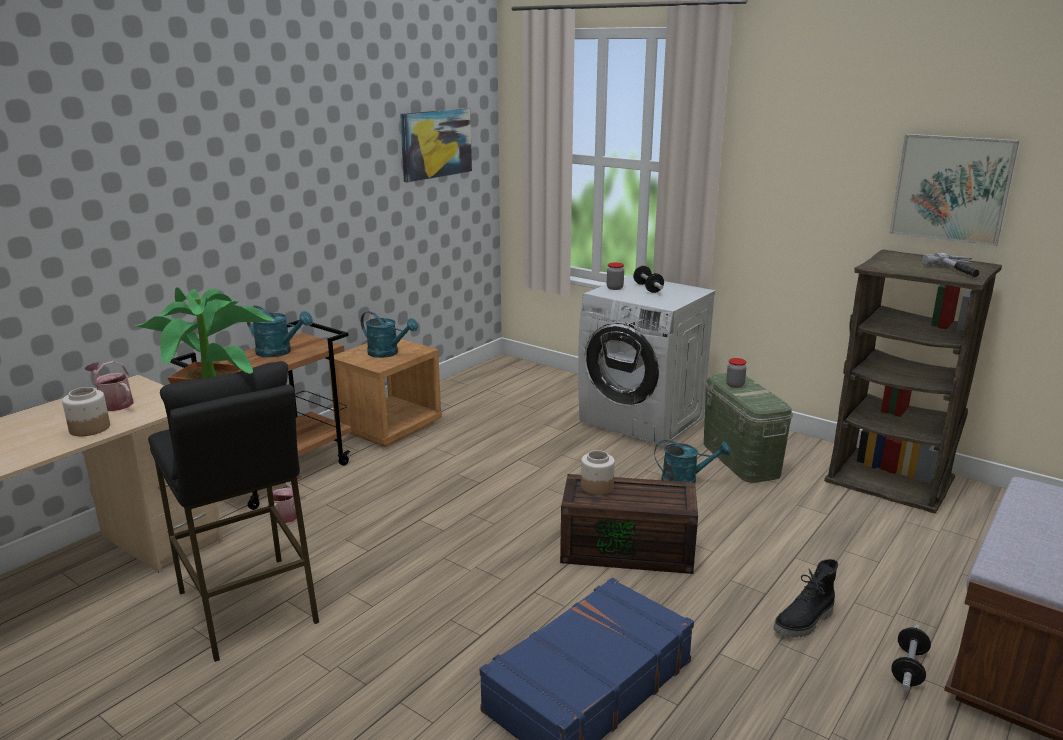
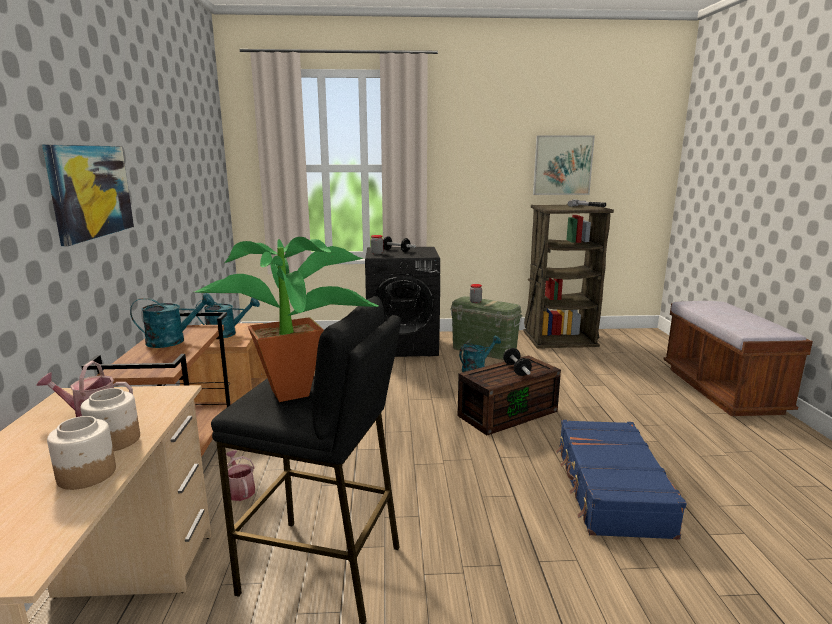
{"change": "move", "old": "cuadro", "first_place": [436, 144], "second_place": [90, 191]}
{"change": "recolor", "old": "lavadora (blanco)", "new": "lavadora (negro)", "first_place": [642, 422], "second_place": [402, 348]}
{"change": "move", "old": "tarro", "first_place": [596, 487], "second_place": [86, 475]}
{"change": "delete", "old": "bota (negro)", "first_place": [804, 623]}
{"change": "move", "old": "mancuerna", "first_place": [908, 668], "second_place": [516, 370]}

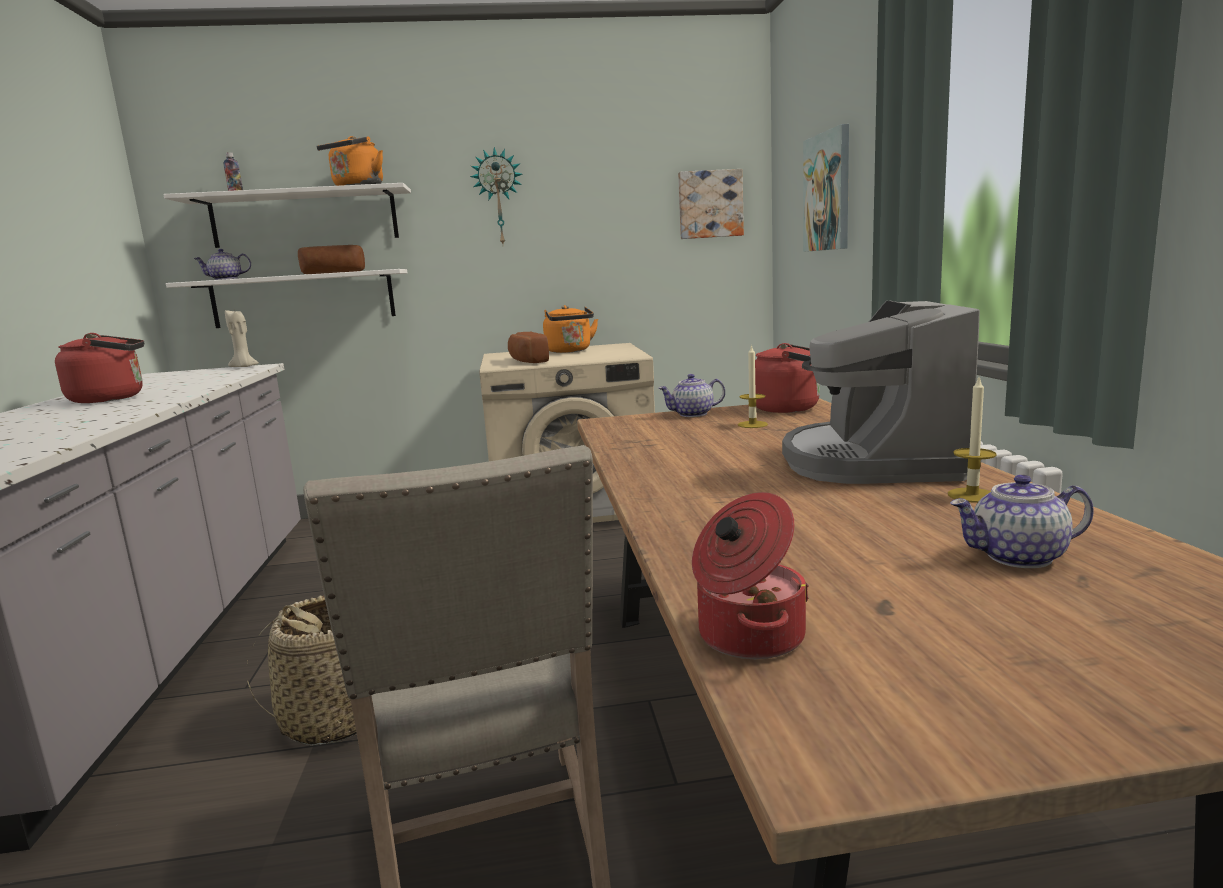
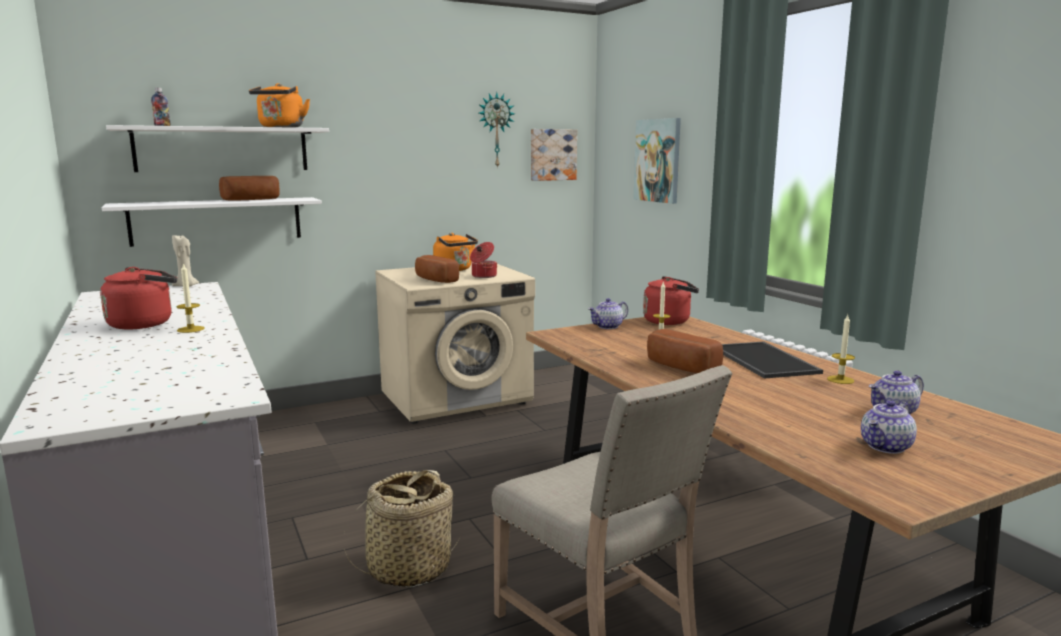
{"change": "move", "old": "tetera", "first_place": [225, 279], "second_place": [886, 447]}
{"change": "move", "old": "reloj de pared", "first_place": [498, 197], "second_place": [495, 130]}
{"change": "move", "old": "olla", "first_place": [747, 636], "second_place": [483, 276]}
{"change": "replace", "old": "cafetera", "new": "bandeja", "first_place": [872, 461], "second_place": [766, 360]}
{"change": "insert", "new": "vela", "second_place": [191, 329]}
{"change": "insert", "new": "pan", "second_place": [679, 367]}

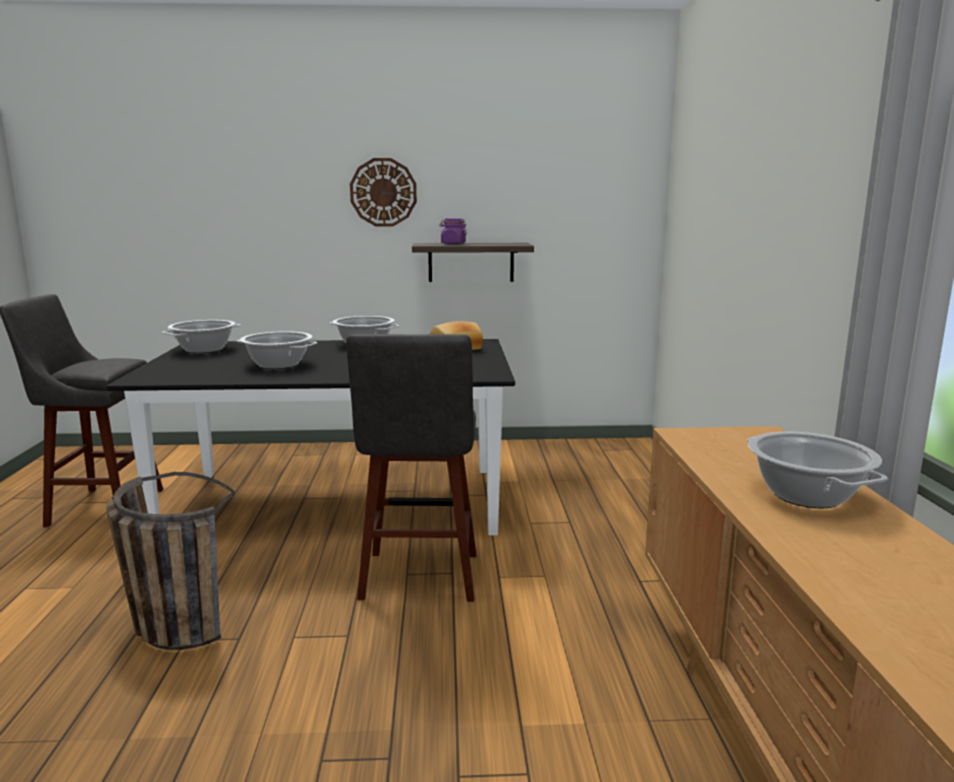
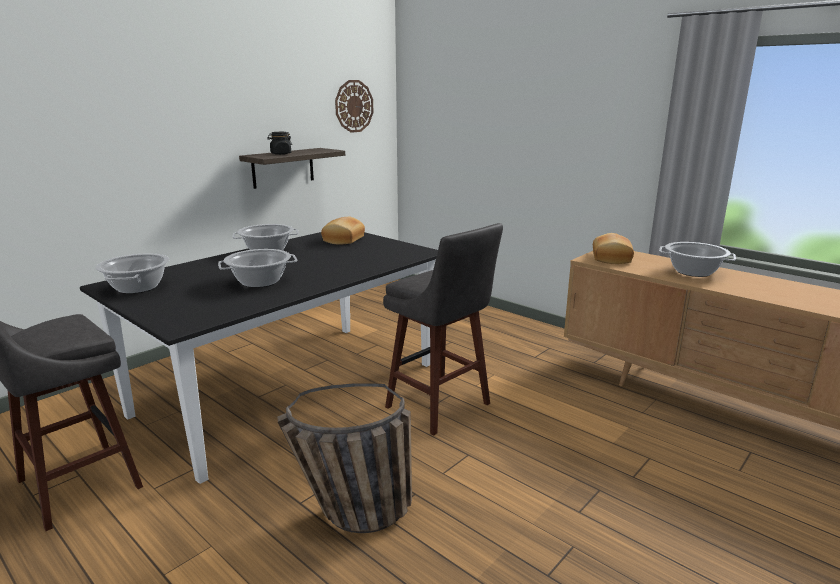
{"change": "move", "old": "reloj de pared", "first_place": [383, 192], "second_place": [354, 106]}
{"change": "recolor", "old": "tarro (morado)", "new": "tarro (negro)", "first_place": [453, 244], "second_place": [280, 154]}
{"change": "insert", "new": "pan", "second_place": [610, 258]}

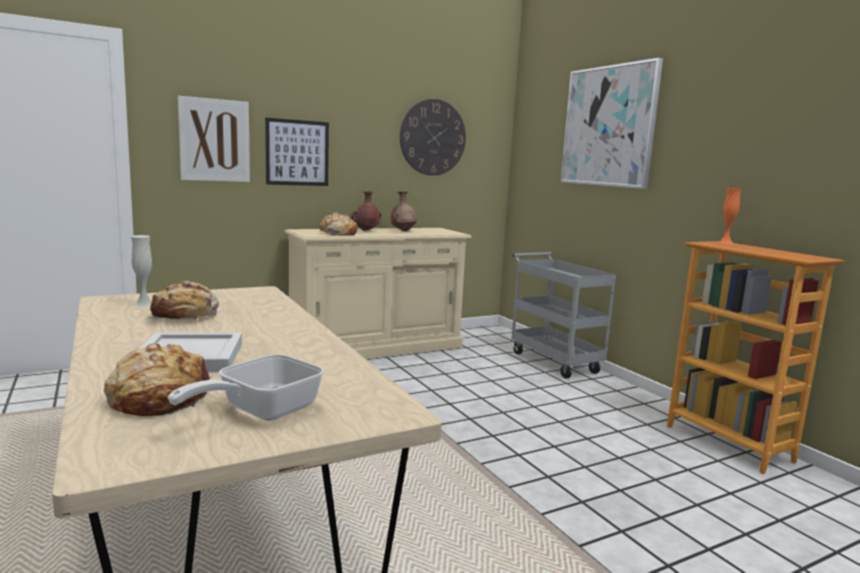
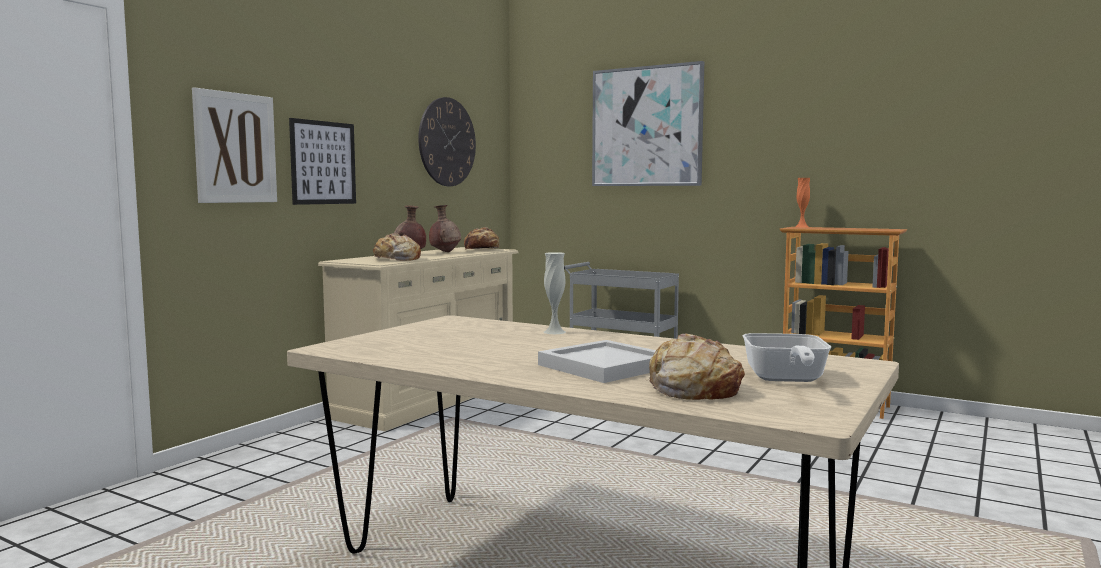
{"change": "move", "old": "florero (blanco)", "first_place": [144, 304], "second_place": [554, 332]}
{"change": "move", "old": "pan", "first_place": [185, 316], "second_place": [482, 249]}

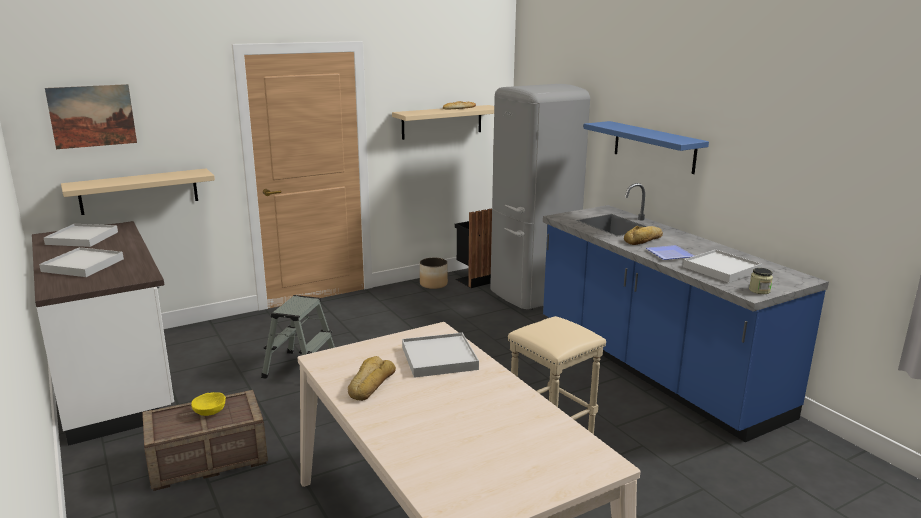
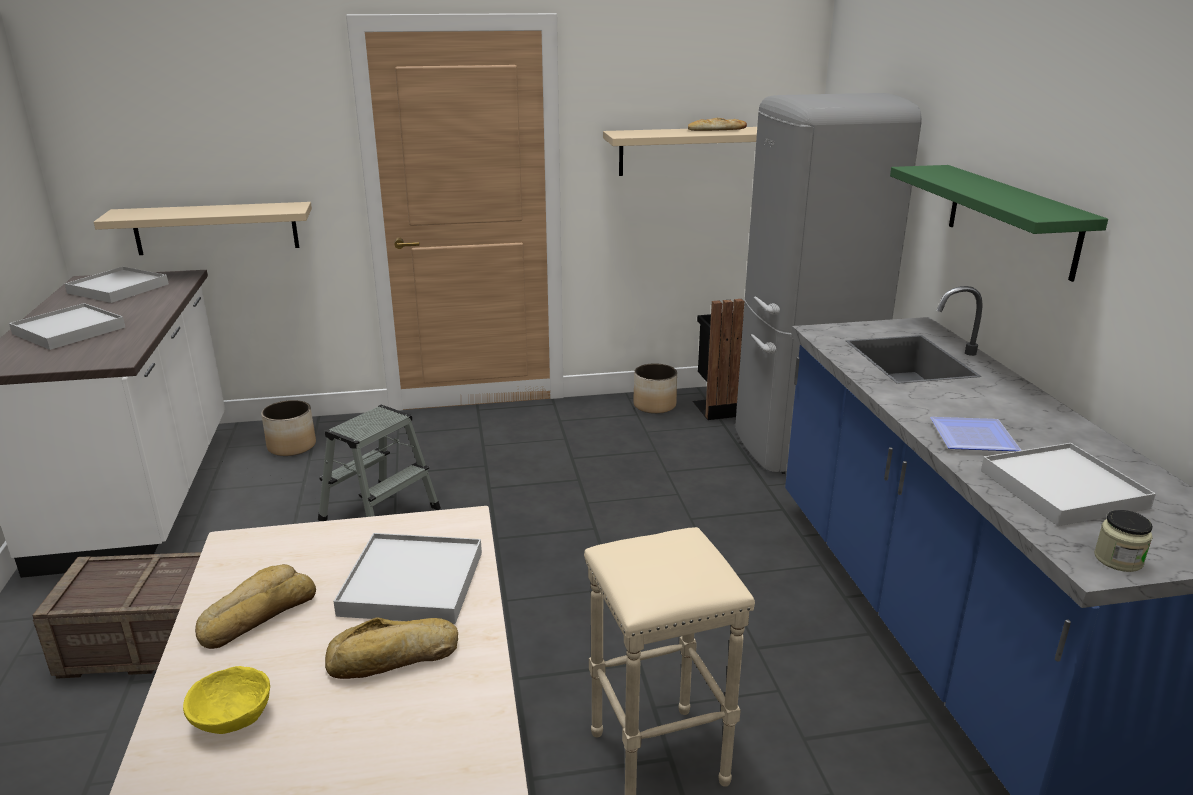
{"change": "delete", "old": "cuadro", "first_place": [92, 116]}
{"change": "move", "old": "cuenco (amarillo)", "first_place": [210, 412], "second_place": [232, 718]}
{"change": "recolor", "old": "estante (azul)", "new": "estante (verde)", "first_place": [654, 147], "second_place": [1011, 219]}
{"change": "move", "old": "pan", "first_place": [644, 240], "second_place": [394, 659]}
{"change": "insert", "new": "maceta", "second_place": [292, 446]}

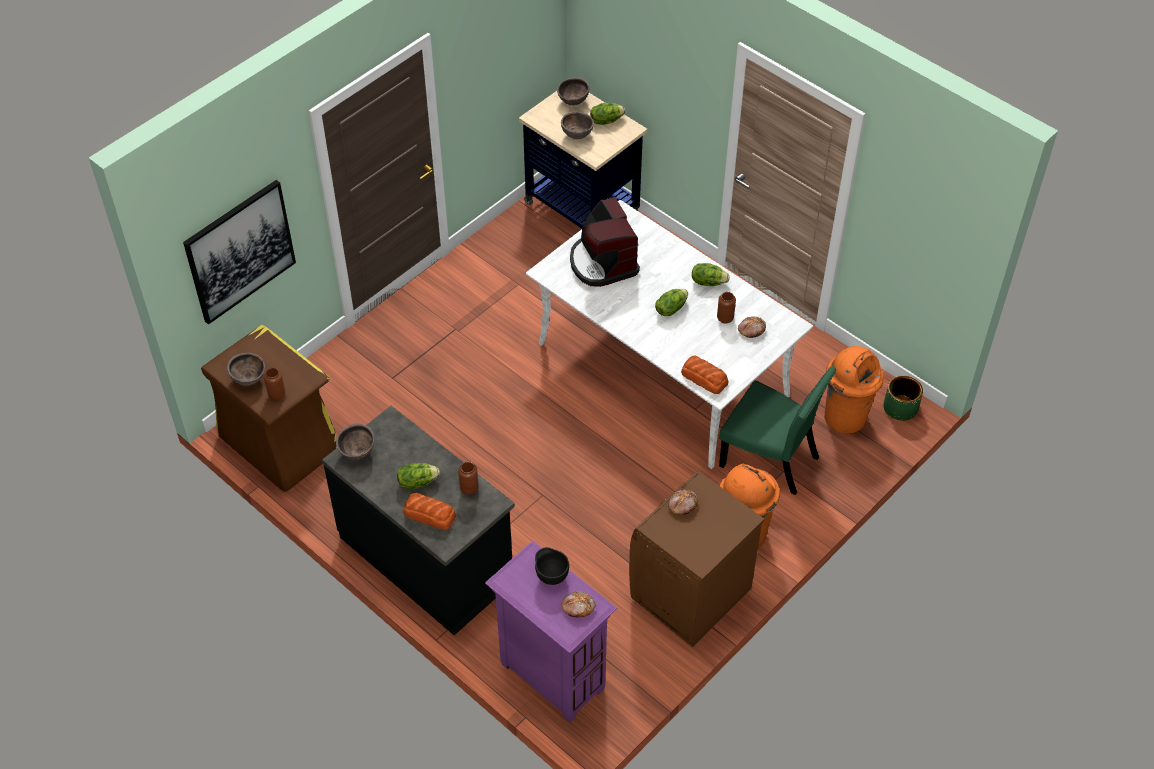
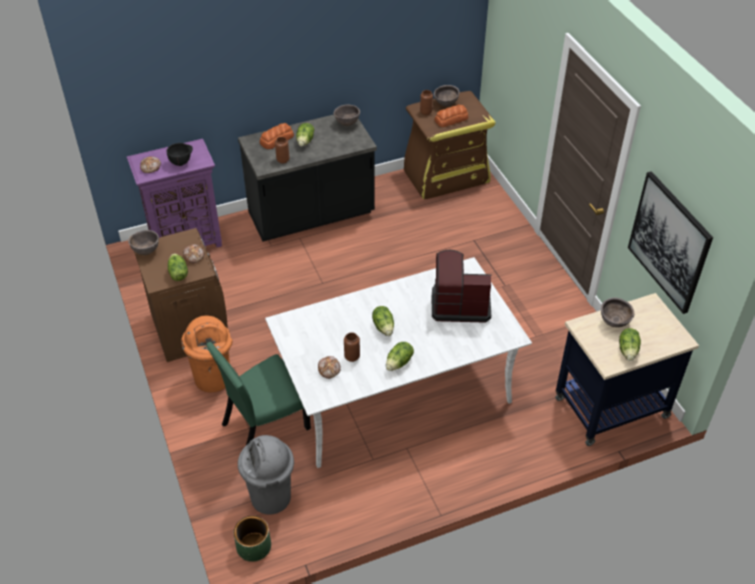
{"change": "move", "old": "cuadro", "first_place": [240, 251], "second_place": [669, 242]}
{"change": "move", "old": "cuenco (marrón)", "first_place": [573, 102], "second_place": [146, 251]}
{"change": "move", "old": "pan", "first_place": [704, 378], "second_place": [451, 119]}
{"change": "recolor", "old": "papelera (naranja)", "new": "papelera (gris)", "first_place": [846, 417], "second_place": [271, 498]}
{"change": "insert", "new": "lechuga", "second_place": [178, 274]}

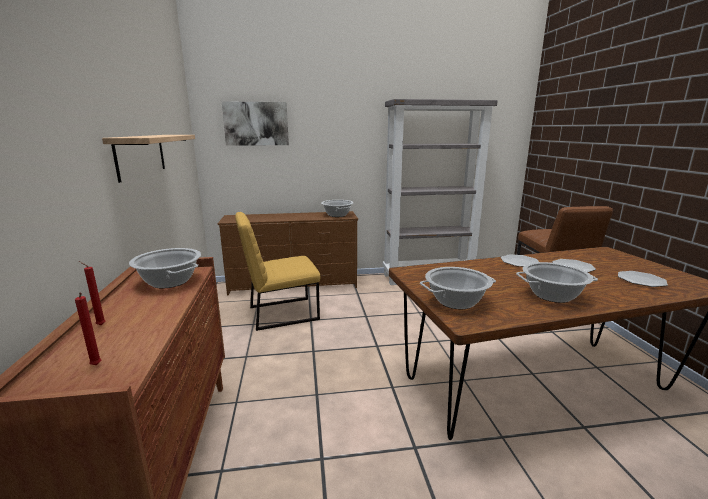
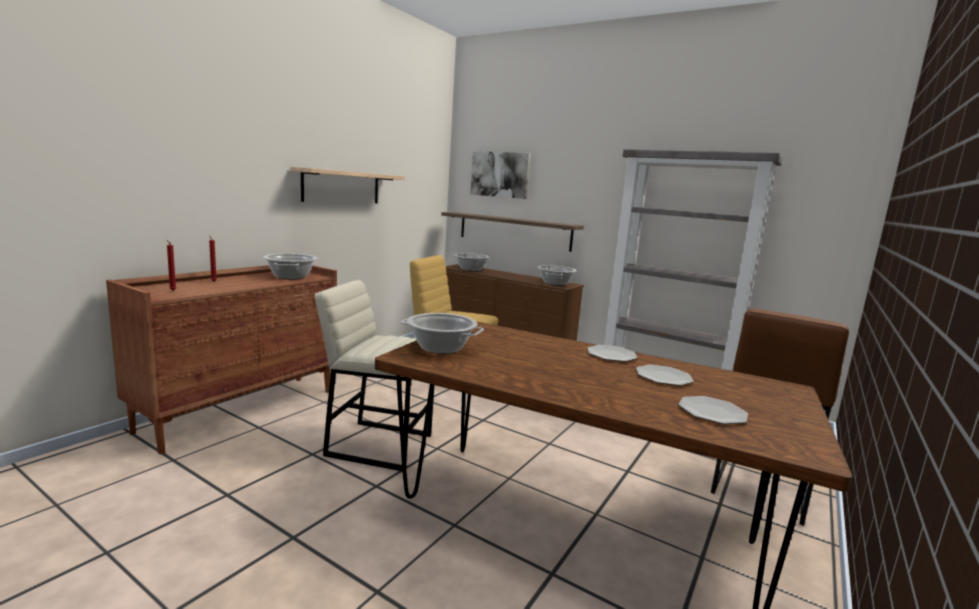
{"change": "move", "old": "olla", "first_place": [552, 295], "second_place": [470, 269]}
{"change": "insert", "new": "silla (beis)", "second_place": [377, 444]}
{"change": "insert", "new": "estante", "second_place": [514, 231]}

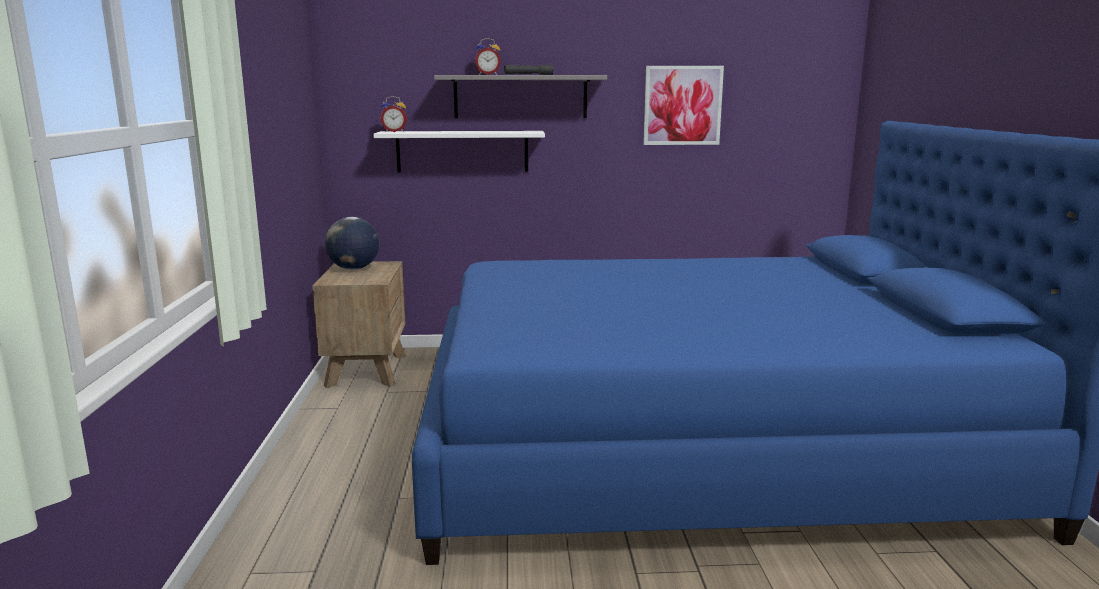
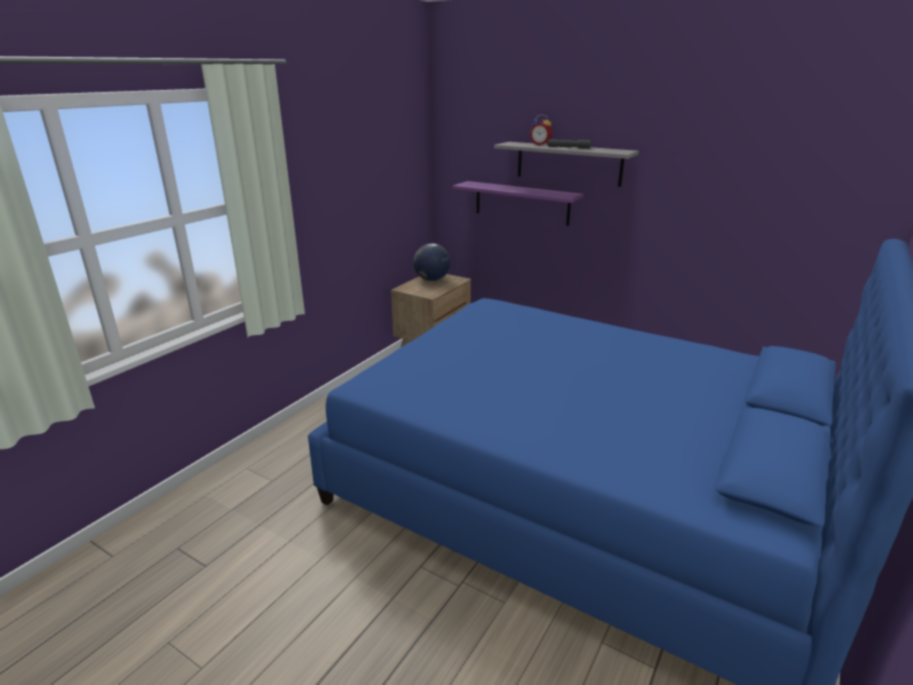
{"change": "recolor", "old": "estante (blanco)", "new": "estante (morado)", "first_place": [462, 151], "second_place": [521, 203]}
{"change": "delete", "old": "despertador", "first_place": [394, 131]}
{"change": "delete", "old": "cuadro", "first_place": [682, 105]}

